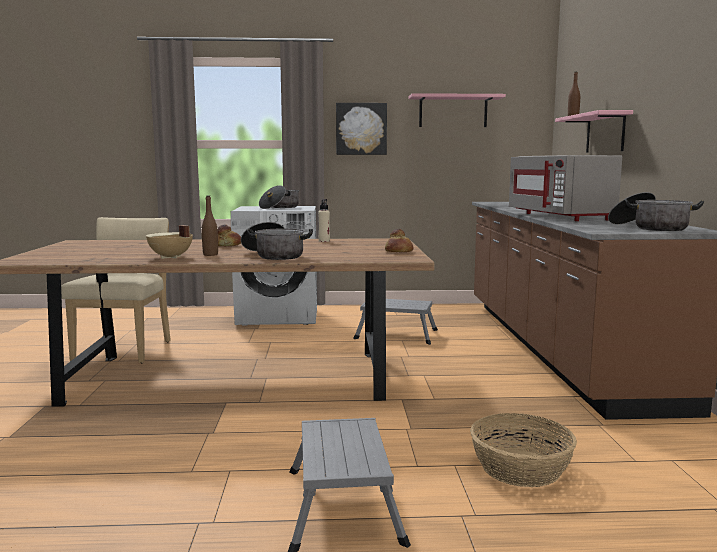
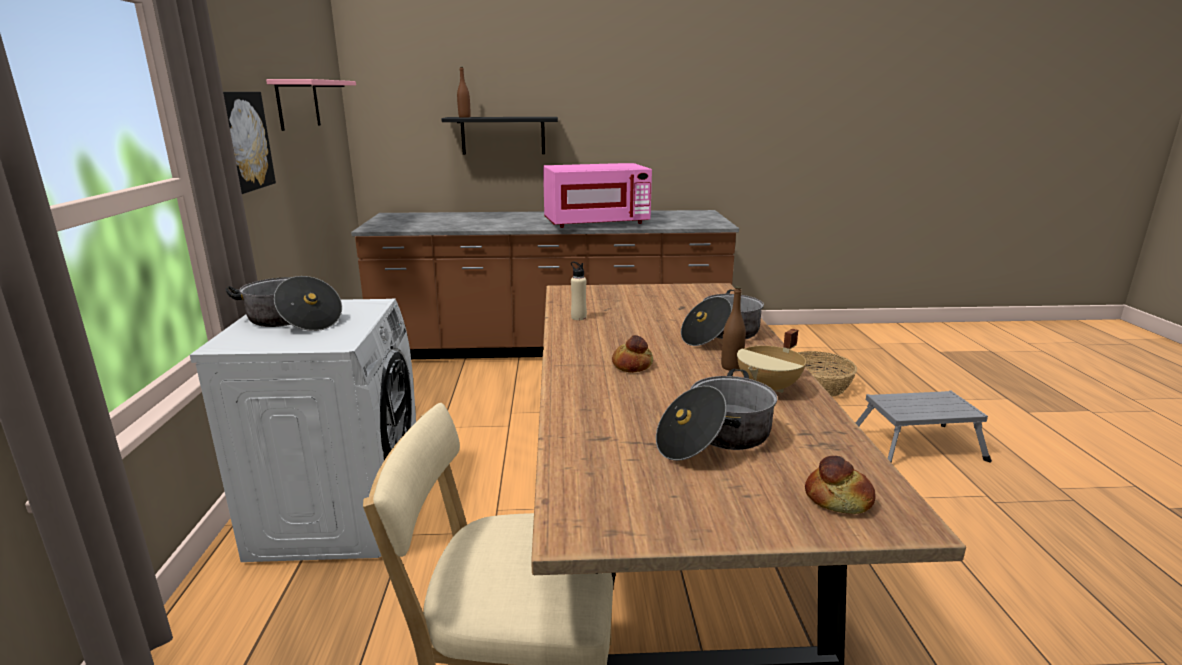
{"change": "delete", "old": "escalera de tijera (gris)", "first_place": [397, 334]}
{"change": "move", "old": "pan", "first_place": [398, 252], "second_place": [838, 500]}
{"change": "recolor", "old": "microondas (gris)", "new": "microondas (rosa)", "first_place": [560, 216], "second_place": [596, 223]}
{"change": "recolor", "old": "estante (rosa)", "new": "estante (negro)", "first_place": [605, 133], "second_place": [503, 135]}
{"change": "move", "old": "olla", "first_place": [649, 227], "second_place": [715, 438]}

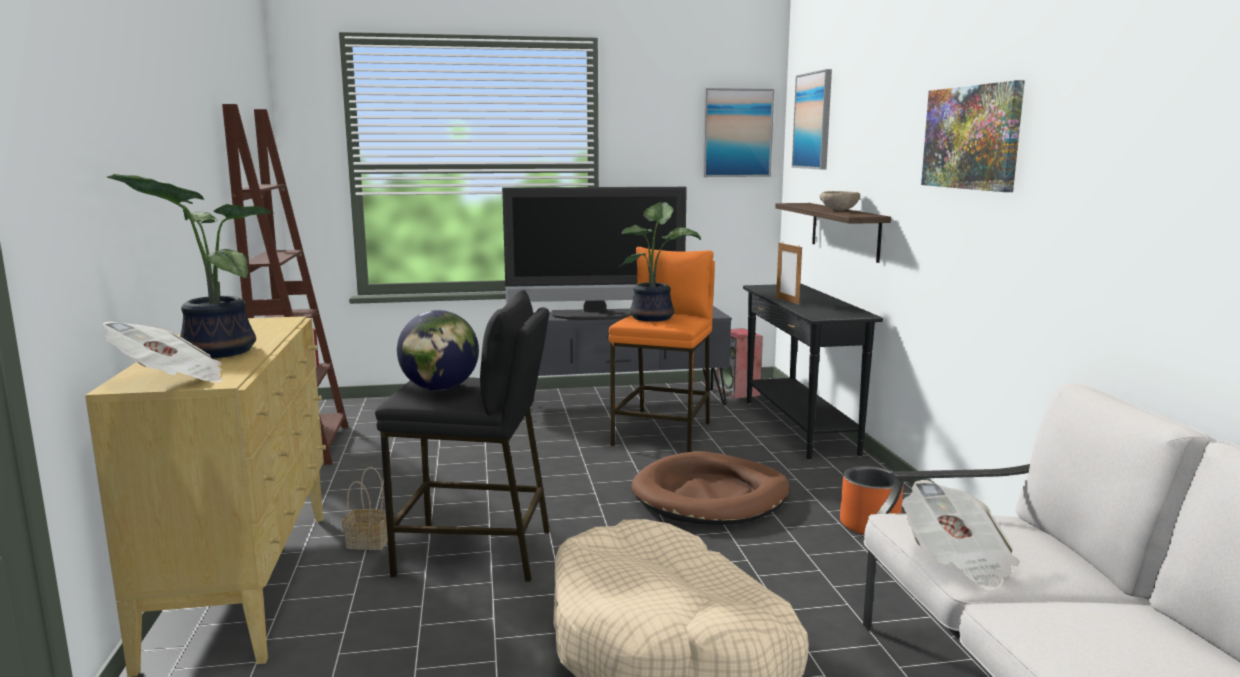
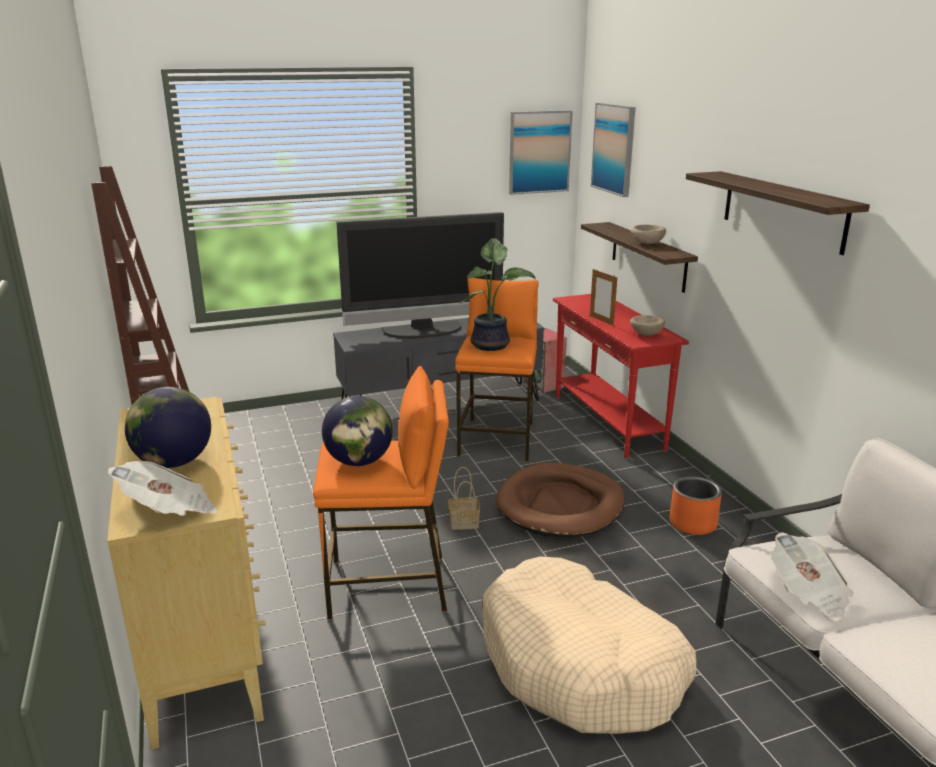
{"change": "replace", "old": "planta en maceta", "new": "globo terráqueo", "first_place": [213, 351], "second_place": [174, 462]}
{"change": "move", "old": "cesta", "first_place": [370, 542], "second_place": [465, 522]}
{"change": "recolor", "old": "taburete (negro)", "new": "taburete (naranja)", "first_place": [475, 552], "second_place": [388, 586]}
{"change": "recolor", "old": "mesa consola (negro)", "new": "mesa consola (rojo)", "first_place": [801, 428], "second_place": [609, 422]}
{"change": "replace", "old": "cuadro", "new": "estante", "first_place": [971, 137], "second_place": [783, 210]}
{"change": "insert", "new": "cuenco (beis)", "second_place": [646, 334]}

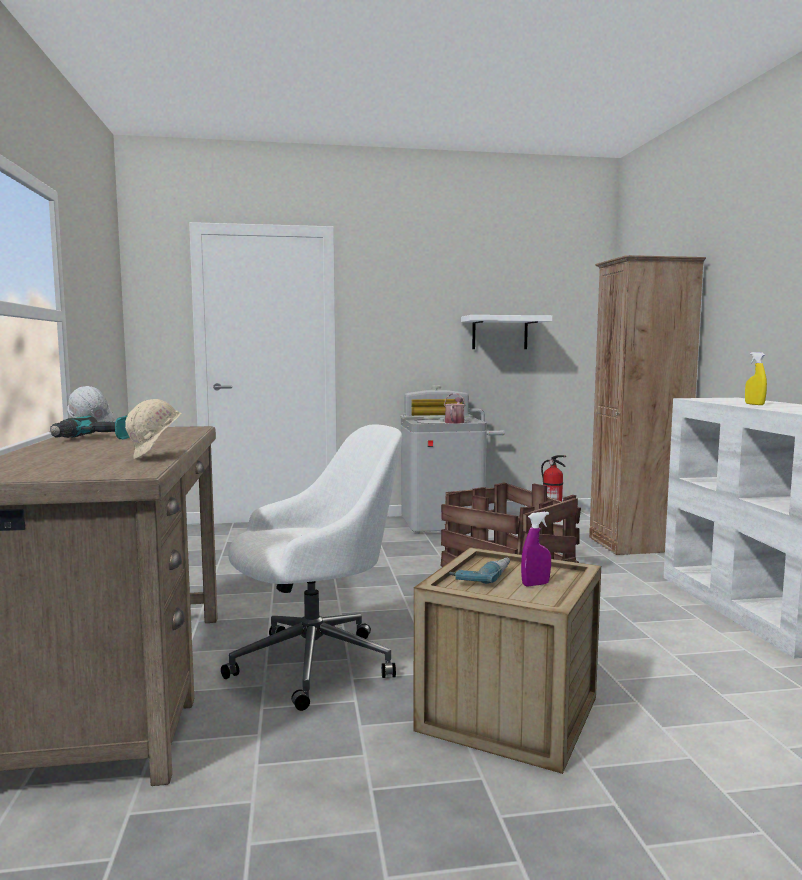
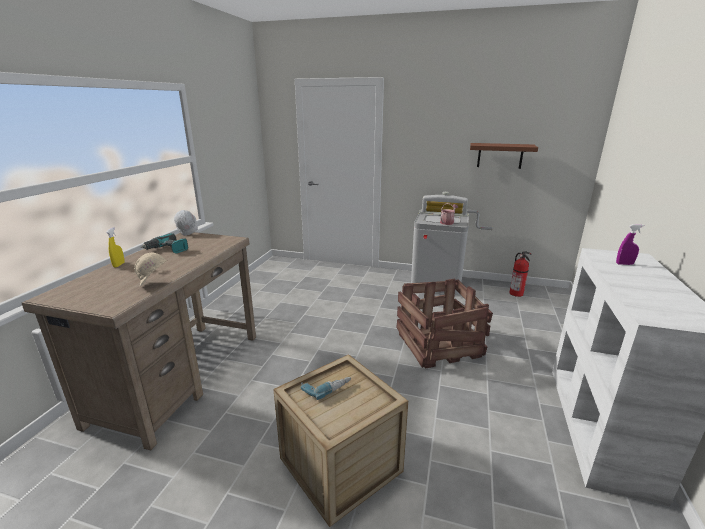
{"change": "delete", "old": "silla de oficina (blanco)", "first_place": [315, 664]}
{"change": "recolor", "old": "estante (blanco)", "new": "estante (marrón)", "first_place": [499, 333], "second_place": [500, 155]}
{"change": "move", "old": "pulverizador (morado)", "first_place": [535, 584], "second_place": [624, 264]}
{"change": "delete", "old": "armario (marrón)", "first_place": [635, 545]}
{"change": "move", "old": "pulverizador (amarillo)", "first_place": [754, 404], "second_place": [119, 265]}

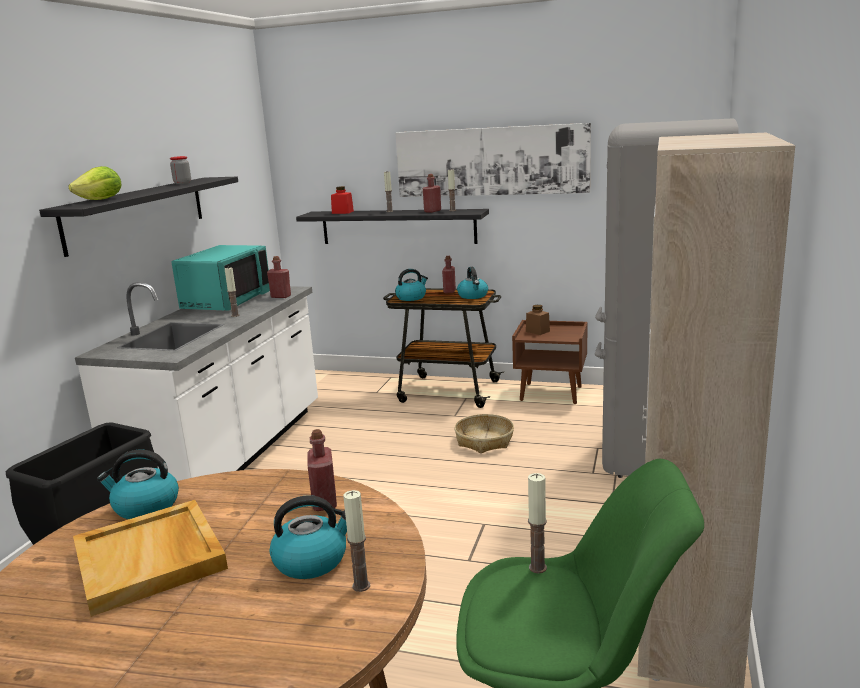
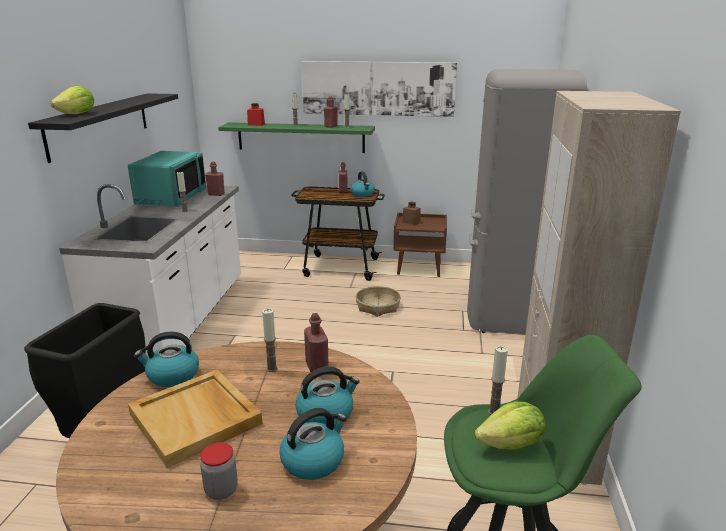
{"change": "move", "old": "tarro", "first_place": [182, 183], "second_place": [221, 490]}
{"change": "recolor", "old": "estante (negro)", "new": "estante (verde)", "first_place": [397, 227], "second_place": [300, 137]}
{"change": "move", "old": "vela", "first_place": [361, 586], "second_place": [272, 368]}
{"change": "move", "old": "hervidor", "first_place": [411, 297], "second_place": [313, 460]}
{"change": "insert", "new": "lechuga", "second_place": [511, 445]}

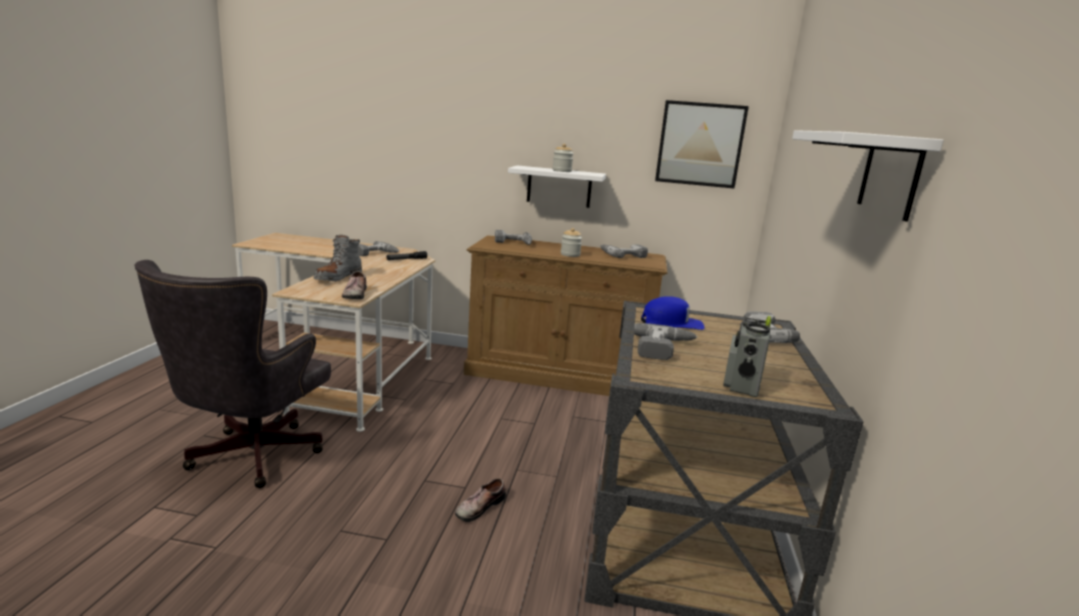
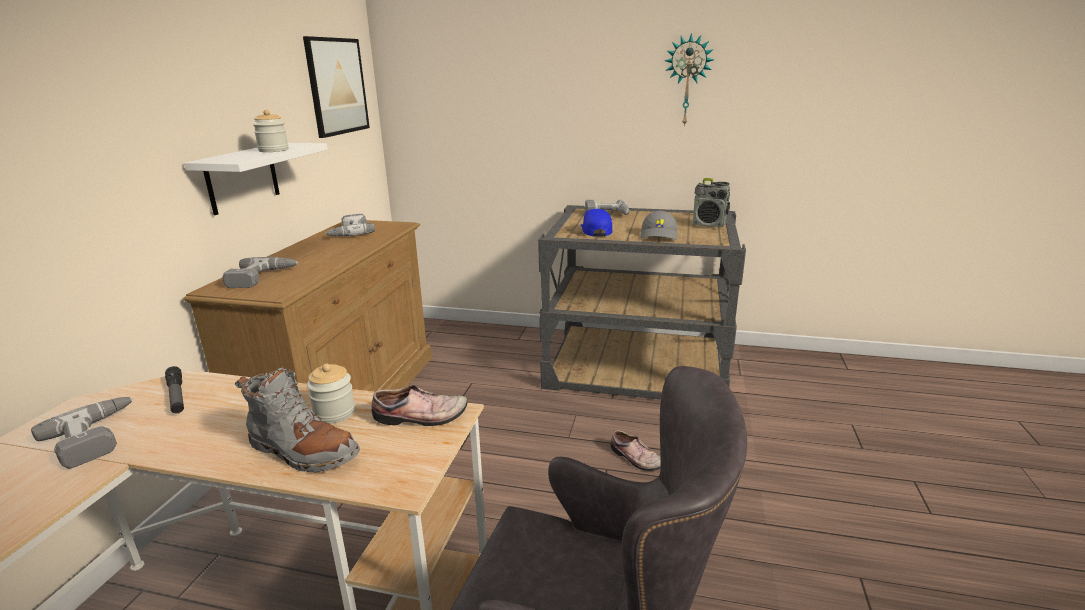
{"change": "move", "old": "tarro", "first_place": [570, 254], "second_place": [334, 413]}
{"change": "replace", "old": "taladro", "new": "gorra (gris)", "first_place": [665, 349], "second_place": [659, 235]}
{"change": "replace", "old": "estante (blanco)", "new": "reloj de pared", "first_place": [890, 175], "second_place": [687, 81]}

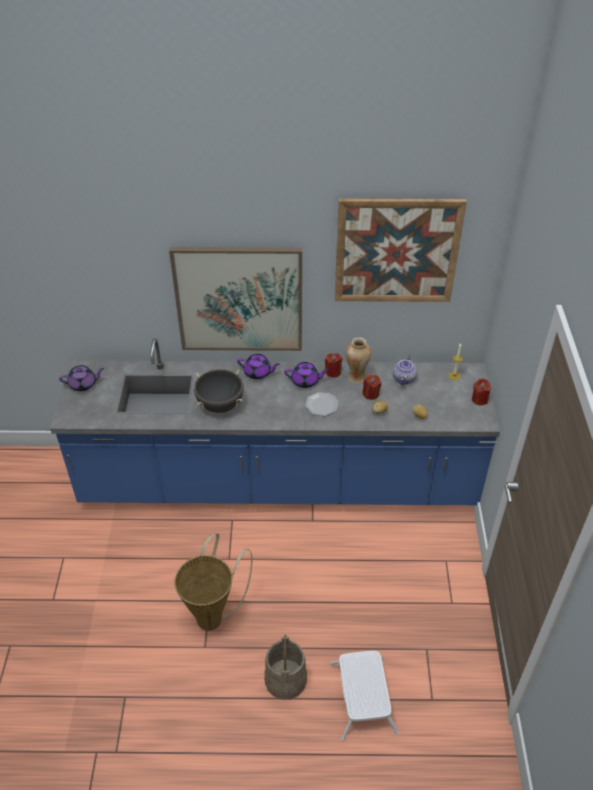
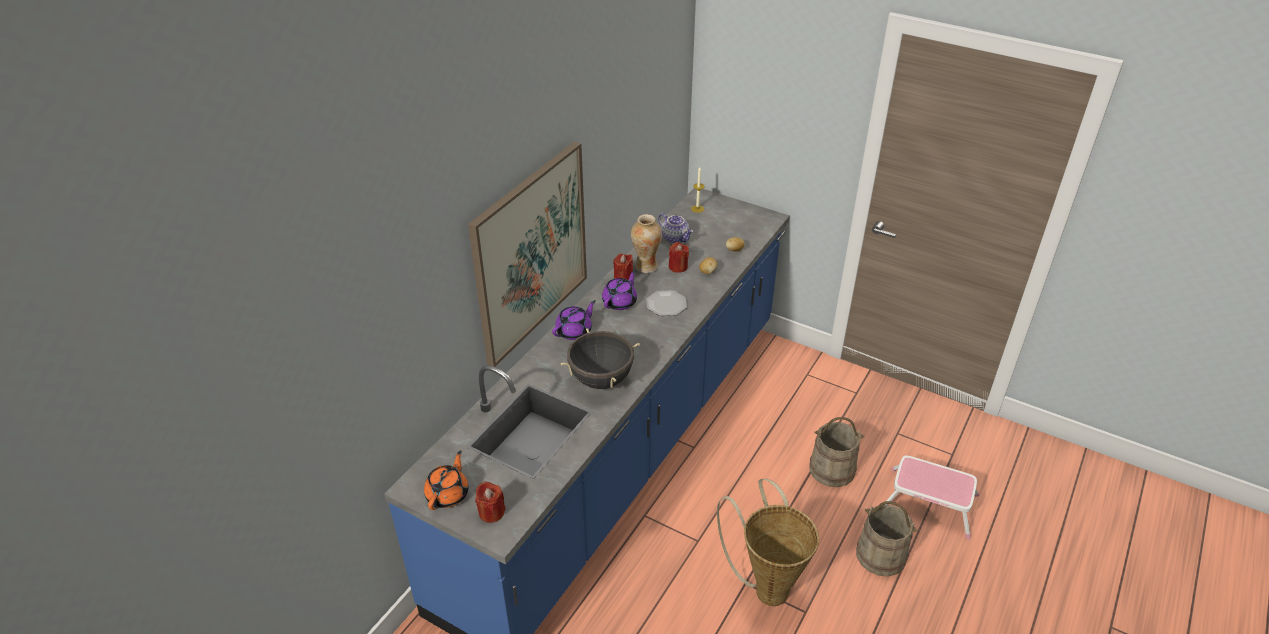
{"change": "recolor", "old": "tetera (morado)", "new": "tetera (naranja)", "first_place": [83, 384], "second_place": [448, 494]}
{"change": "recolor", "old": "escalera de tijera (blanco)", "new": "escalera de tijera (rosa)", "first_place": [362, 697], "second_place": [929, 503]}
{"change": "delete", "old": "cuadro", "first_place": [396, 251]}
{"change": "move", "old": "vela (rojo)", "first_place": [479, 399], "second_place": [491, 512]}
{"change": "insert", "new": "cubo (beis)", "second_place": [832, 469]}

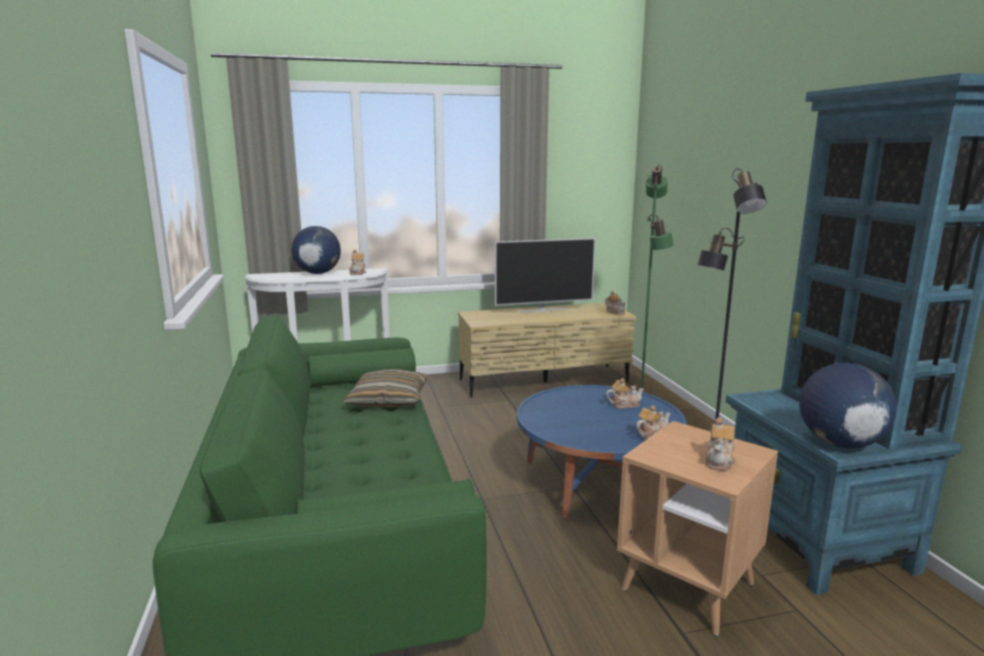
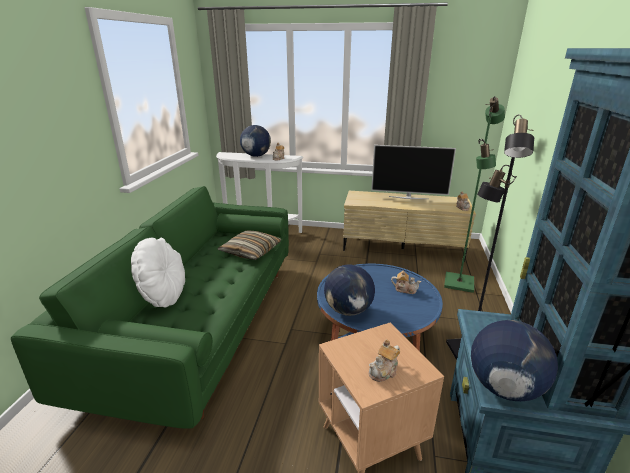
{"change": "delete", "old": "tetera", "first_place": [651, 434]}
{"change": "insert", "new": "cojín (blanco)", "second_place": [165, 298]}
{"change": "insert", "new": "globo terráqueo", "second_place": [348, 310]}

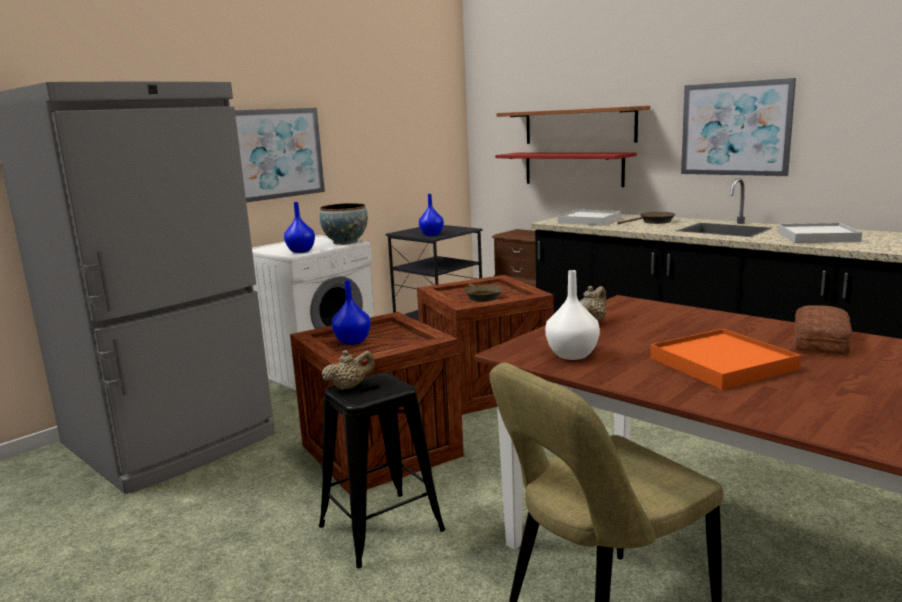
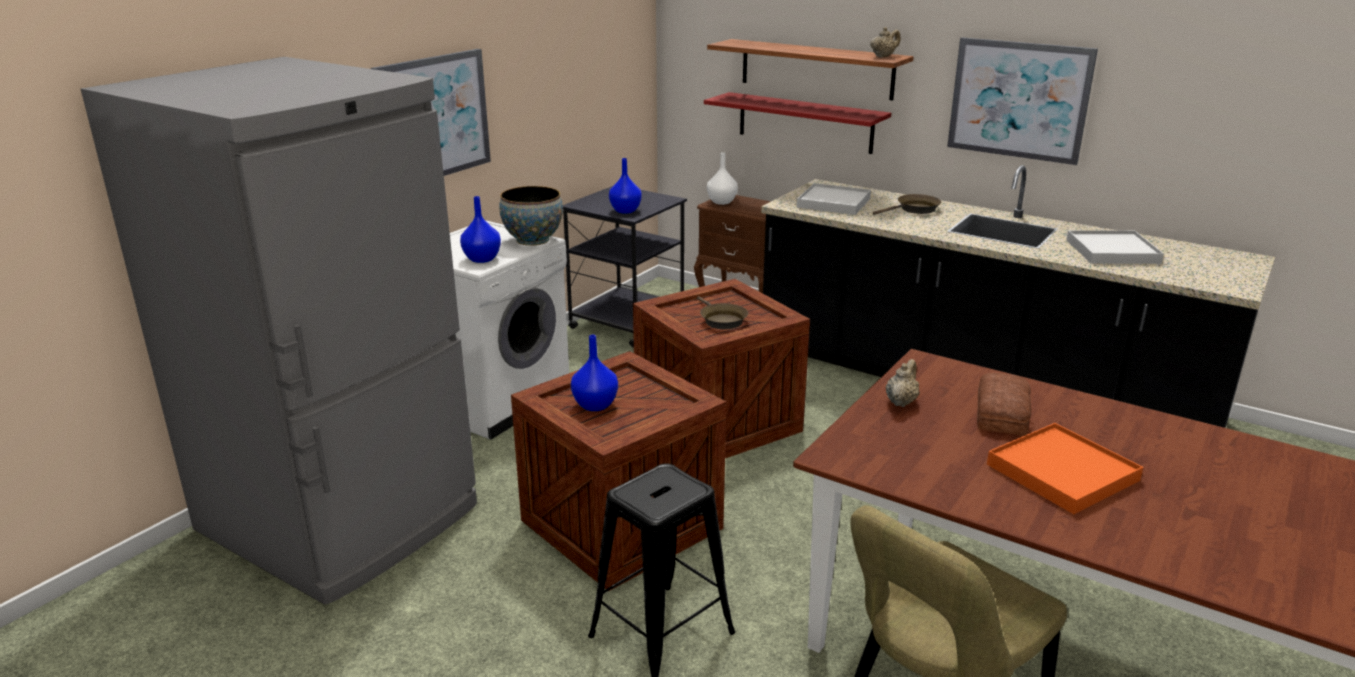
{"change": "move", "old": "tetera (beis)", "first_place": [350, 387], "second_place": [883, 56]}
{"change": "move", "old": "florero (blanco)", "first_place": [571, 355], "second_place": [721, 202]}
{"change": "move", "old": "pan", "first_place": [822, 341], "second_place": [1003, 413]}

